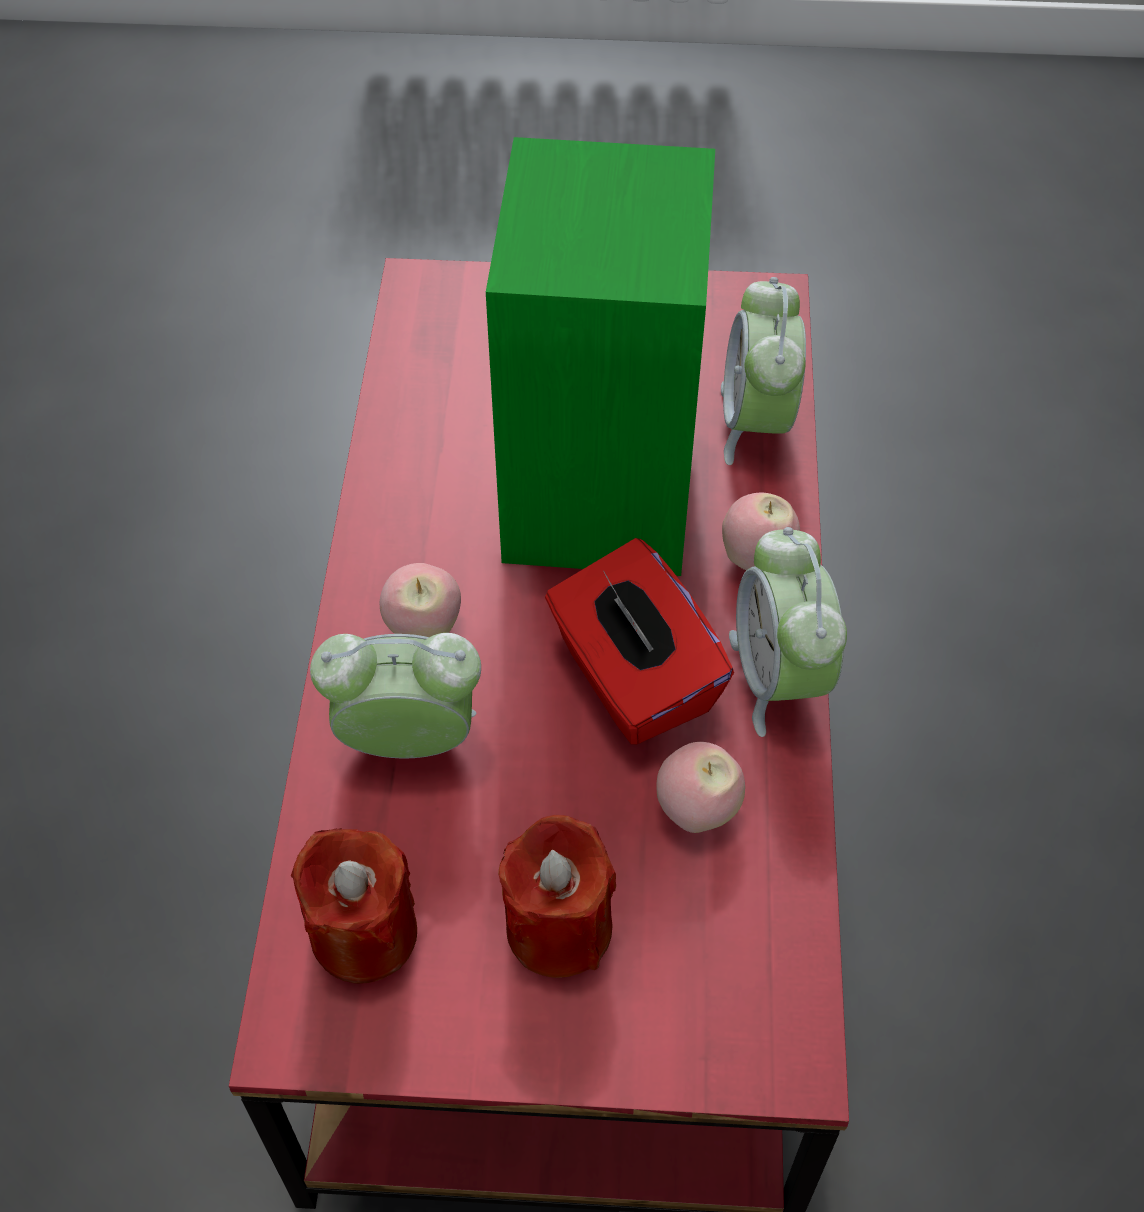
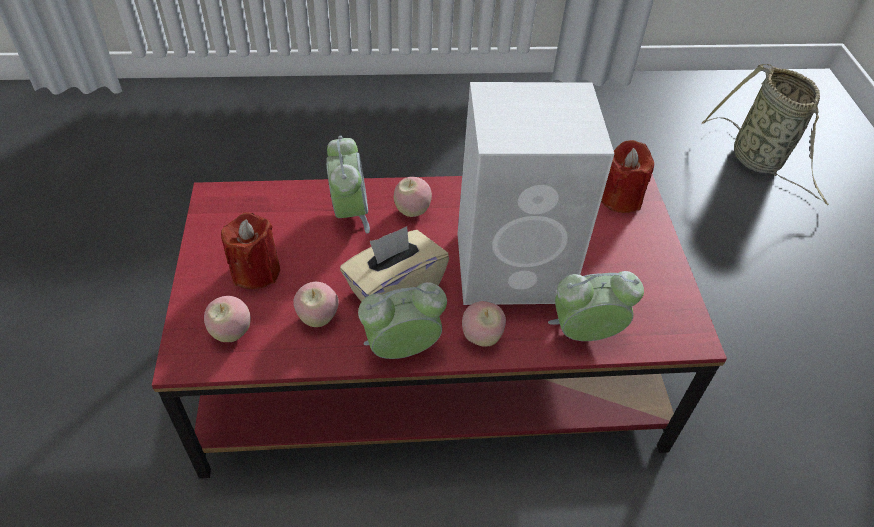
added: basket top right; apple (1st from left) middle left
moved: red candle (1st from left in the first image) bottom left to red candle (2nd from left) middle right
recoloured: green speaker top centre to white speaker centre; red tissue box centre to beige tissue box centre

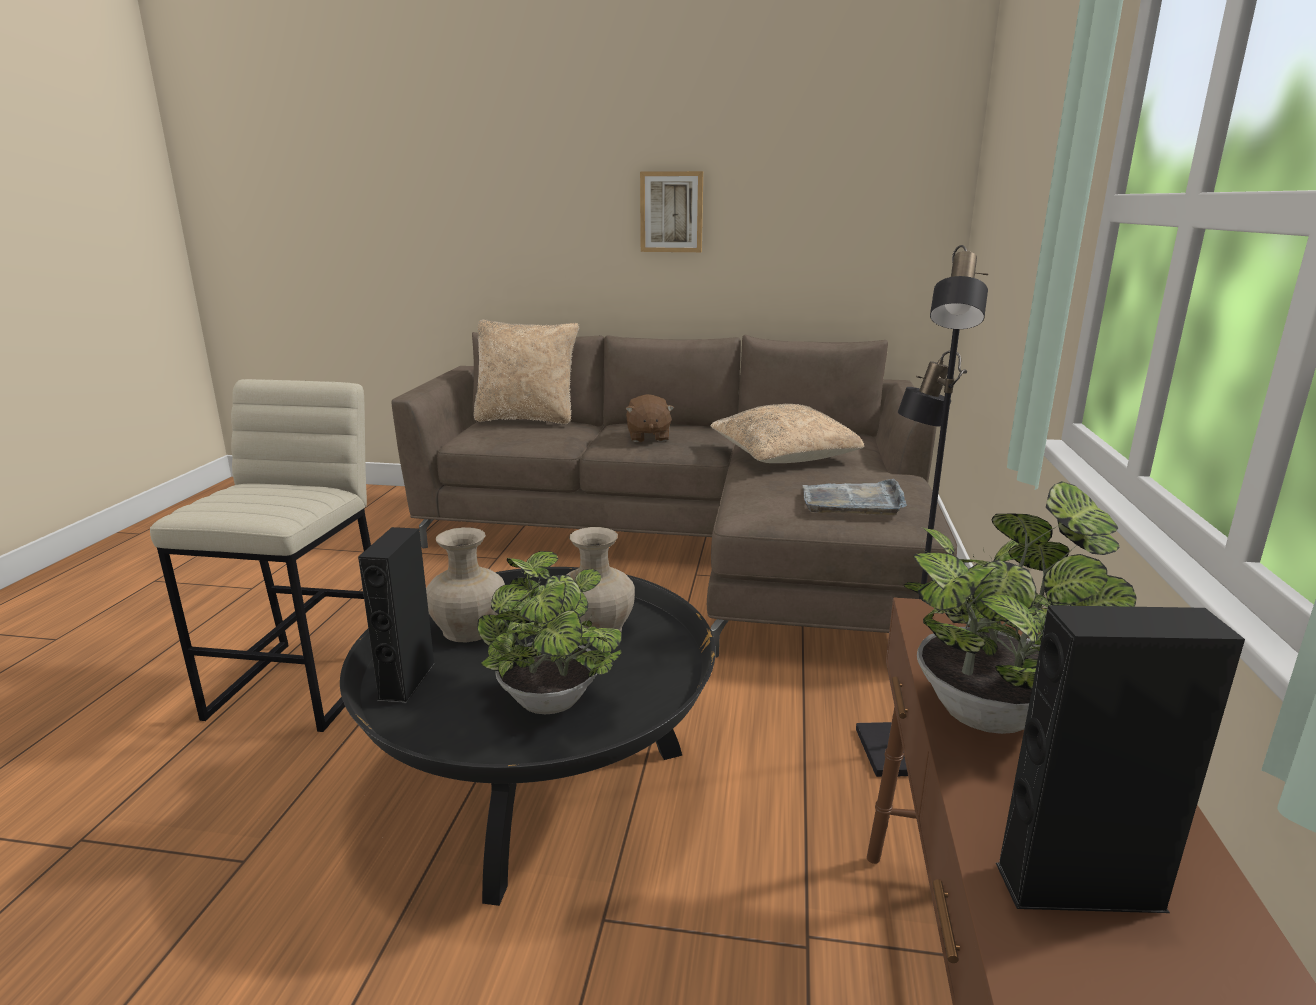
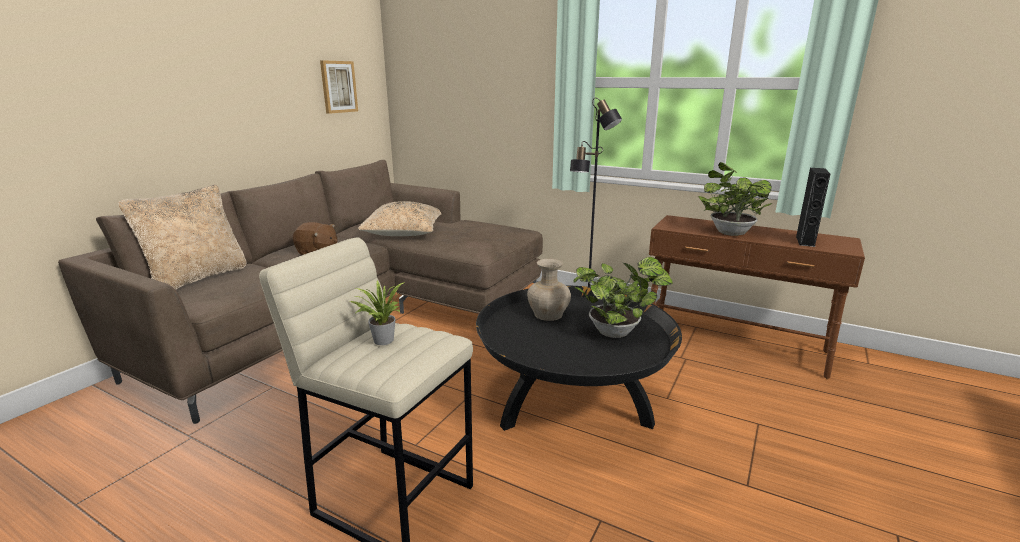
removed: grey tray centre; black speaker (1st from left) middle left; beige vase (1st from left) centre
added: potted plant (1st from left) centre
moved: picture top centre to top left

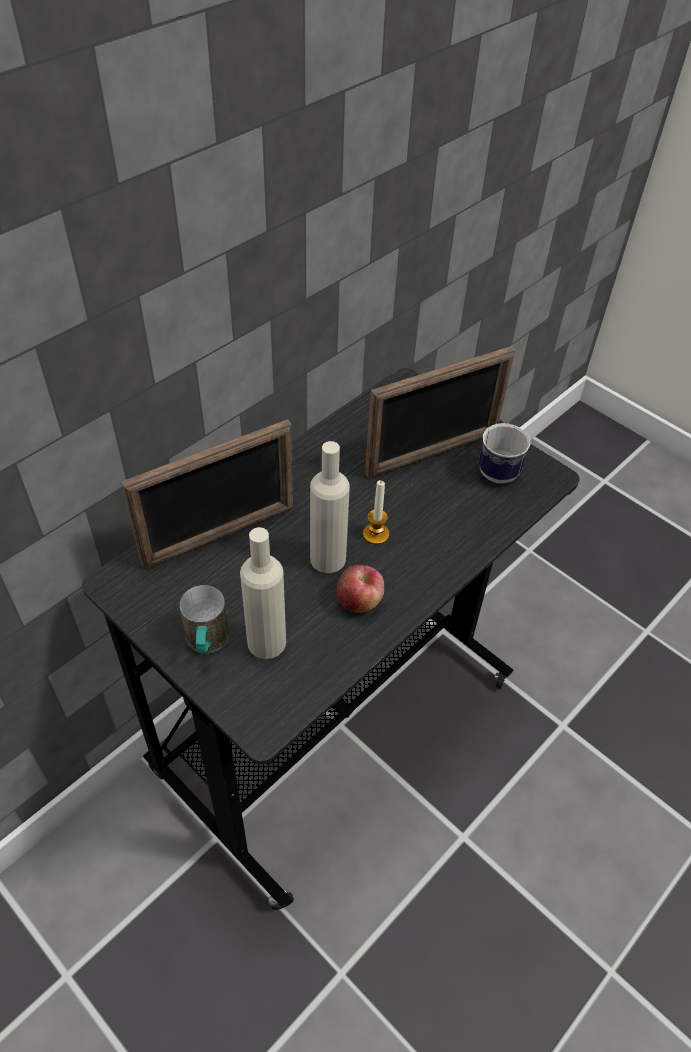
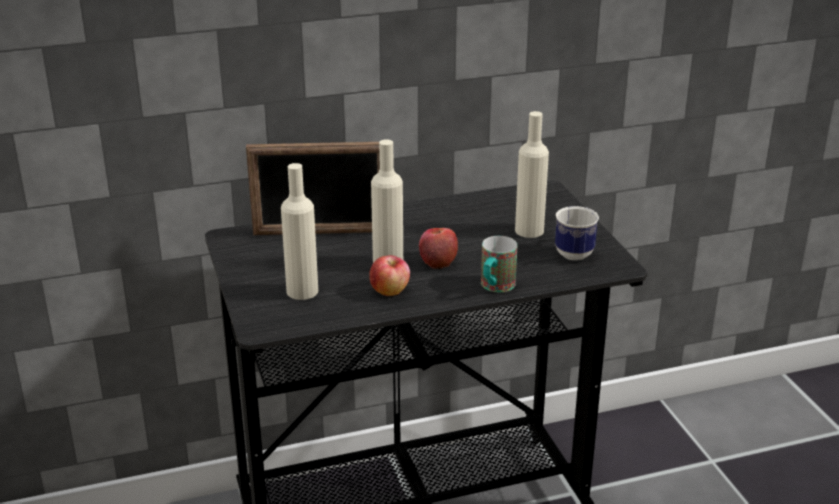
moved: mug (1st from left) middle left to centre
replaced: picture frame (2nd from left) centre to beige bottle (3rd from left) centre; candle centre to apple (2nd from left) centre

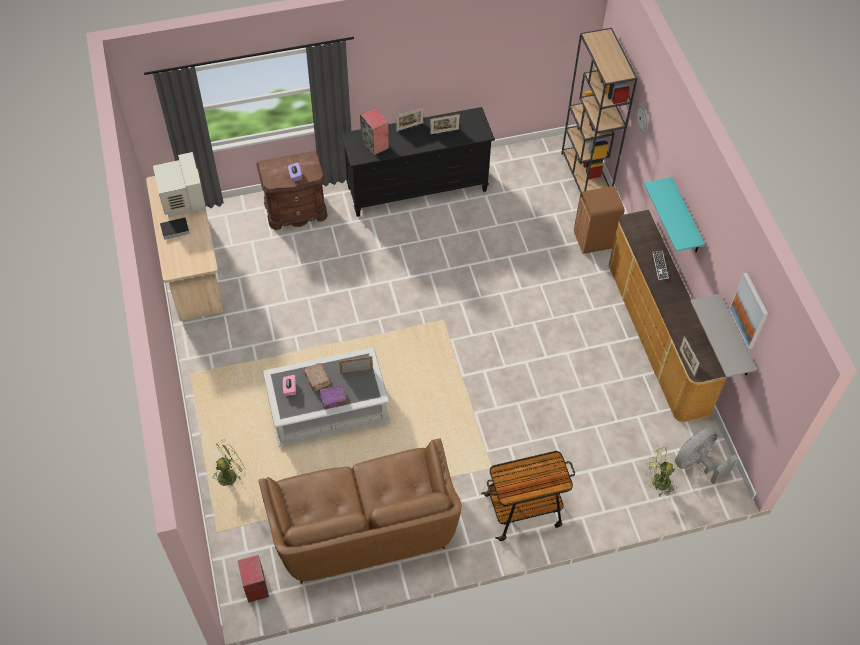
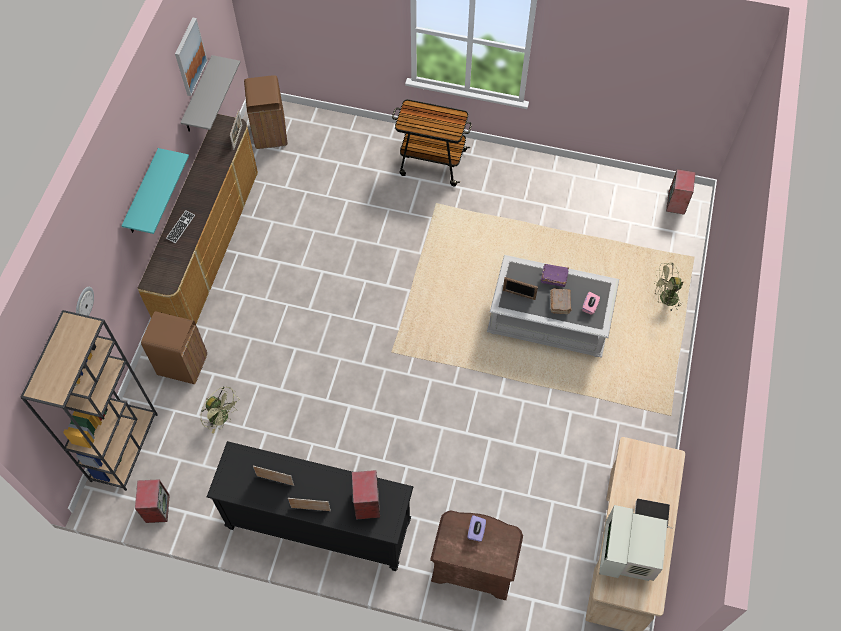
removed: brown sofa bottom centre
added: speaker (1st from left) bottom left
moved: green fan (2nd from left in the first image) bottom right to green fan (1st from left) middle left
replaced: grey fan bottom right to brown trash can (2nd from left) top left

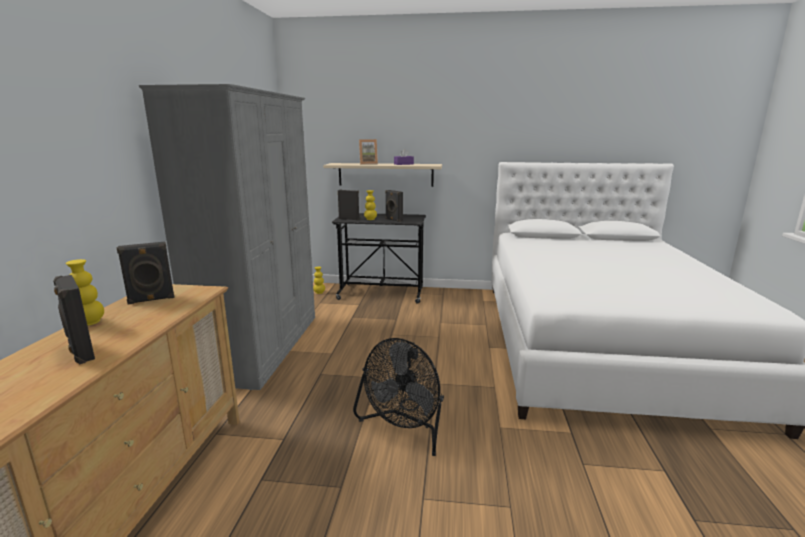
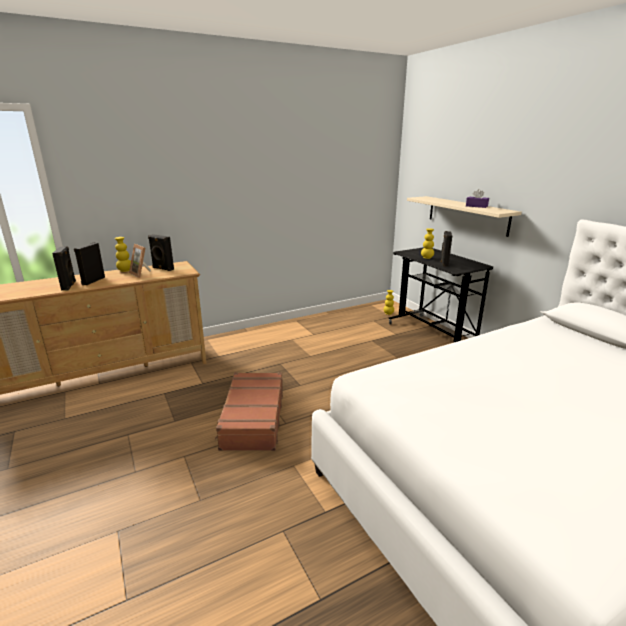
removed: grey wardrobe middle left
moved: picture frame top centre to middle left; black speaker (3rd from left in the first image) centre to black speaker (1st from left) middle left
replaced: black fan bottom centre to brown suitcase centre

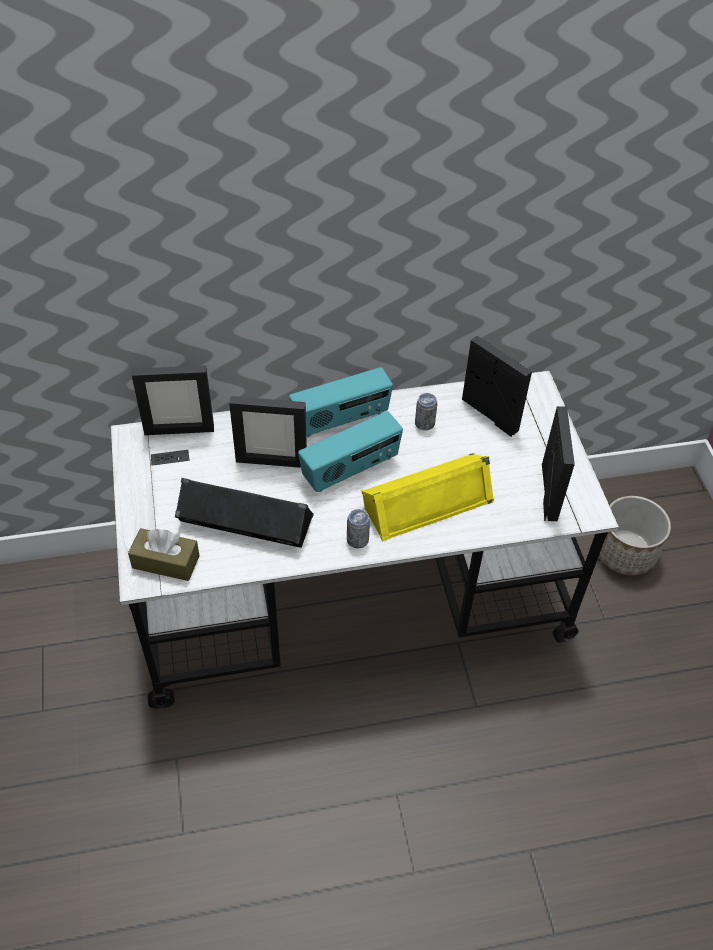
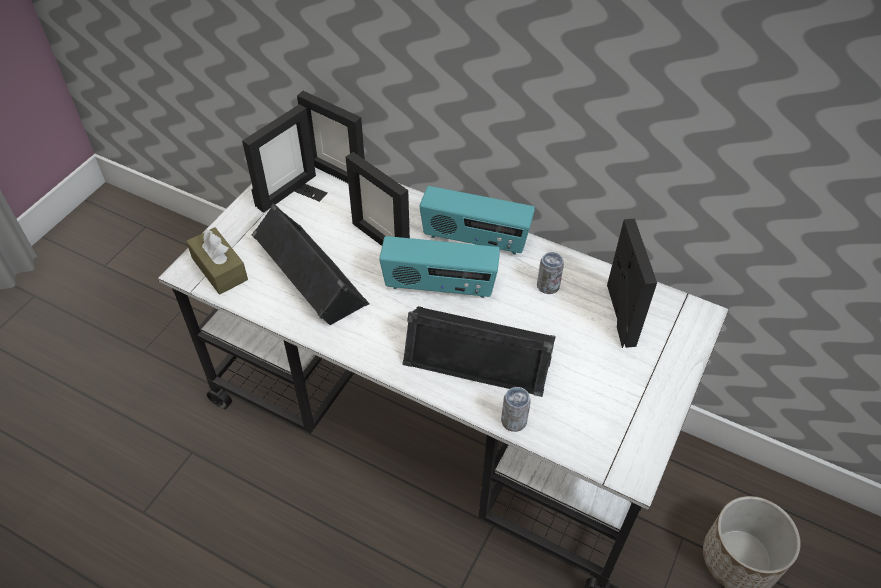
moved: picture frame (4th from left in the first image) middle right to picture frame (1st from left) top left; can (1st from left) centre to bottom centre
recoloured: yellow speaker centre to black speaker (2nd from left) centre

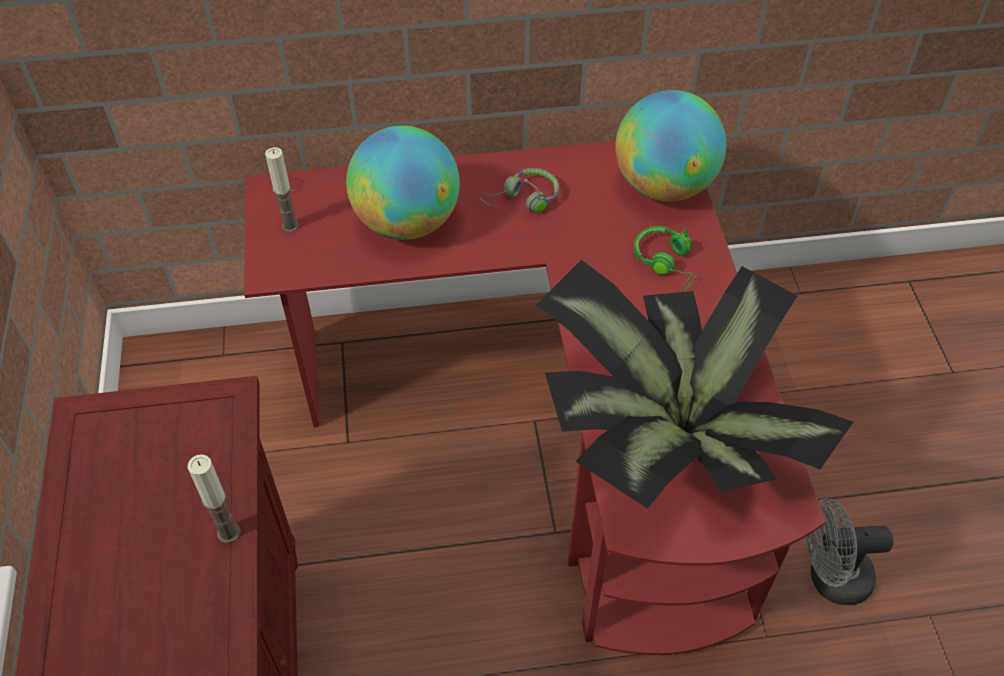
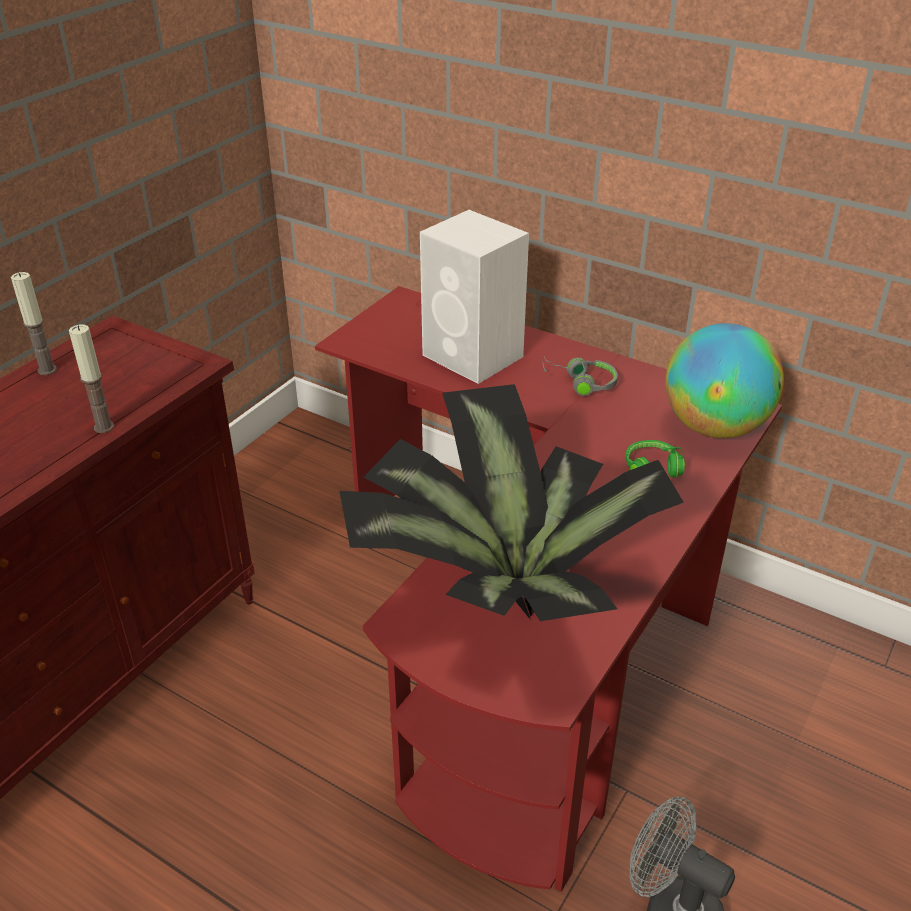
moved: candle (2nd from left in the first image) top left to candle (1st from left) middle left
replaced: globe (1st from left) top centre to white speaker top centre

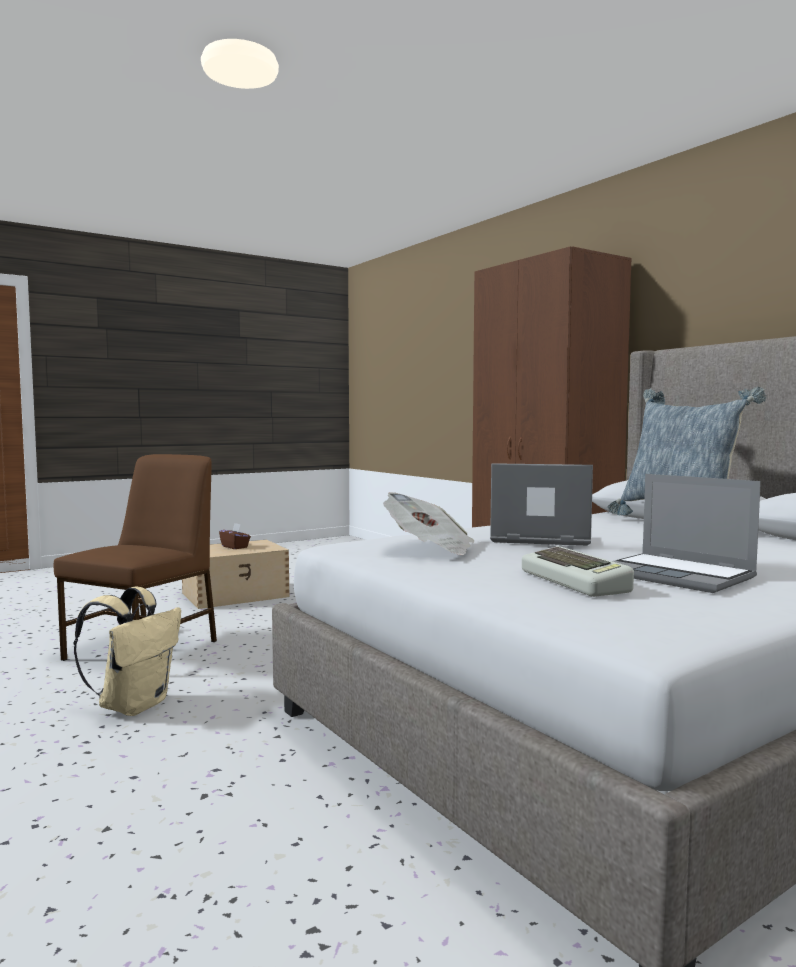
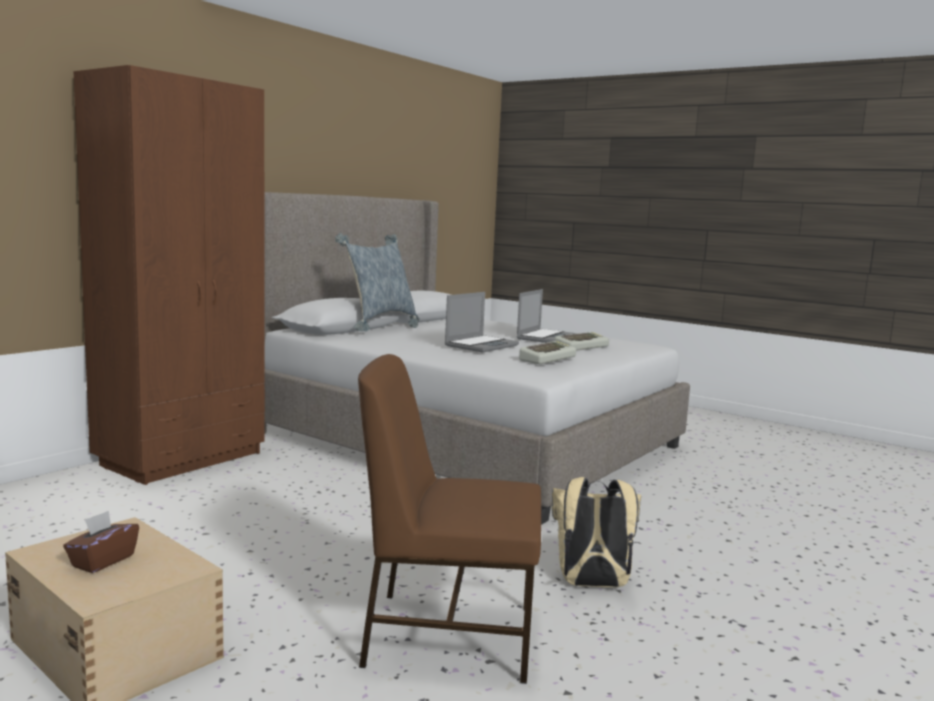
replaced: newspaper centre to keyboard (1st from left) centre
turned: laptop (1st from left) middle right = centre 135 degrees counterclockwise

